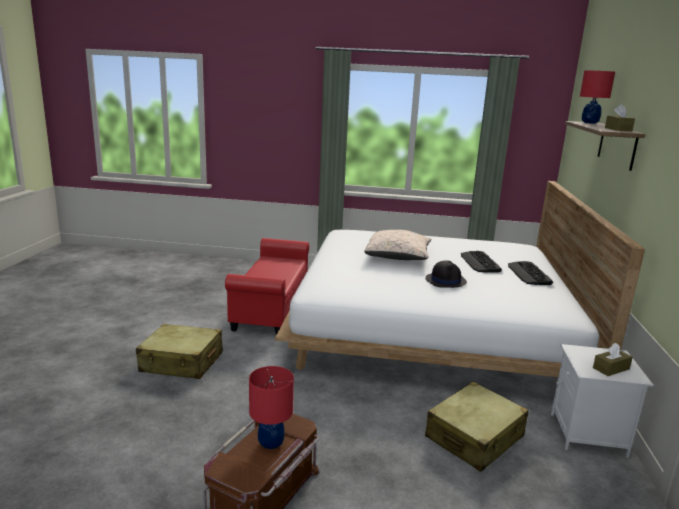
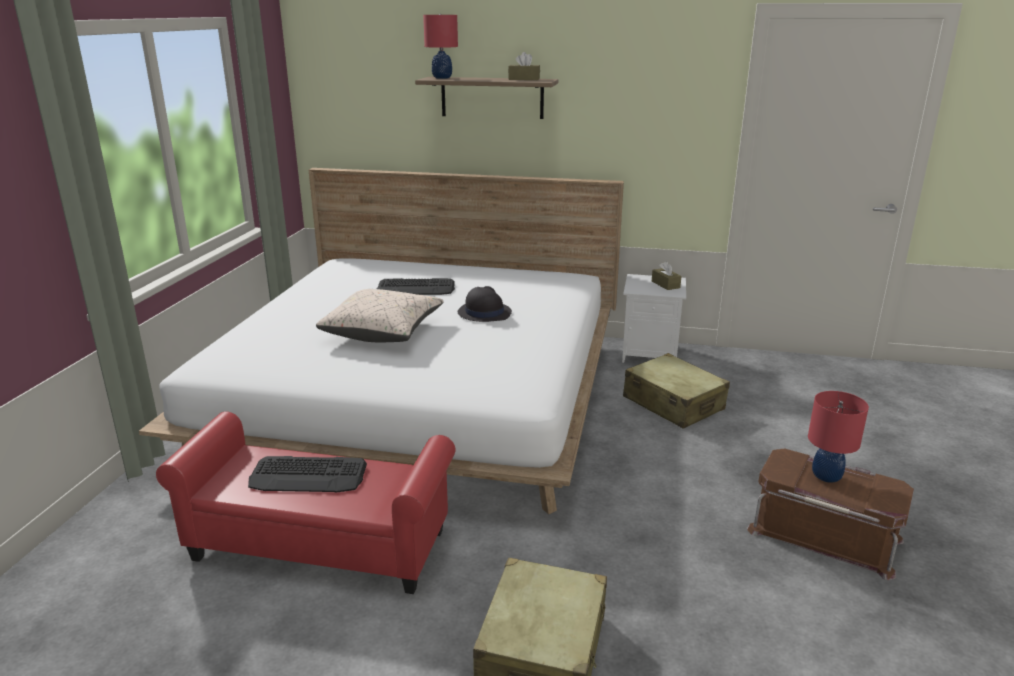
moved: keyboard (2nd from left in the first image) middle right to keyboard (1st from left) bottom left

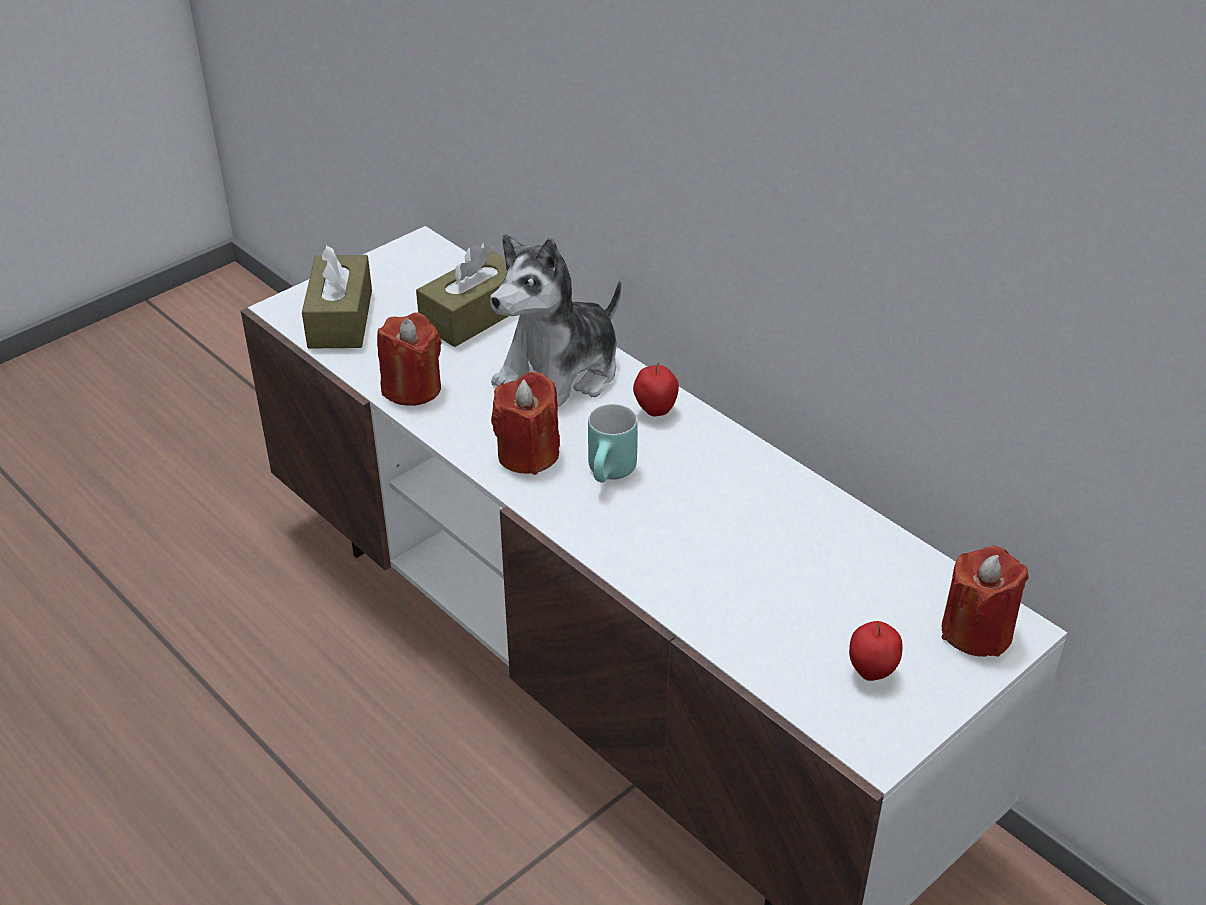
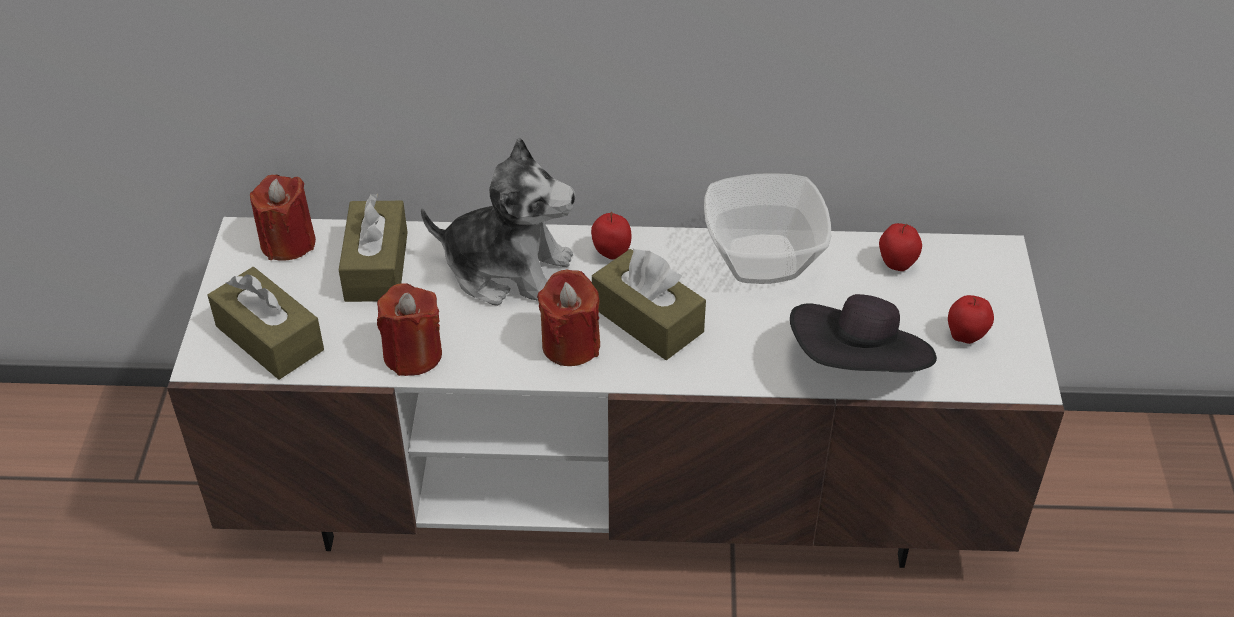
added: bowl centre; apple (2nd from left) middle right; black hat middle right
moved: red candle (3rd from left in the first image) middle right to red candle (1st from left) middle left
replaced: turquoise mug centre to brown tissue box (3rd from left) centre
turned: plush toy centre = centre 75 degrees counterclockwise

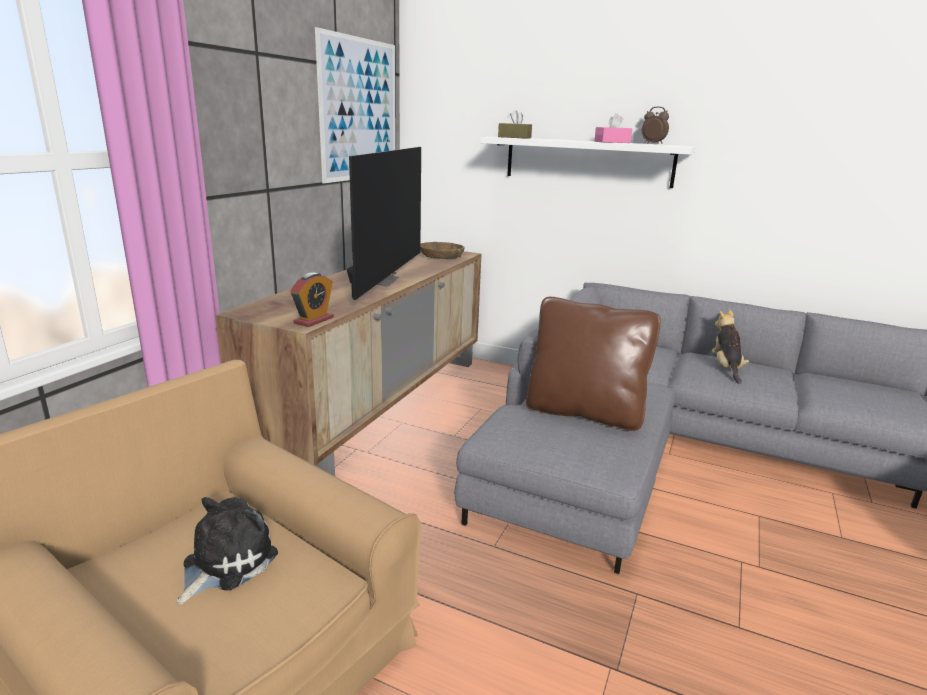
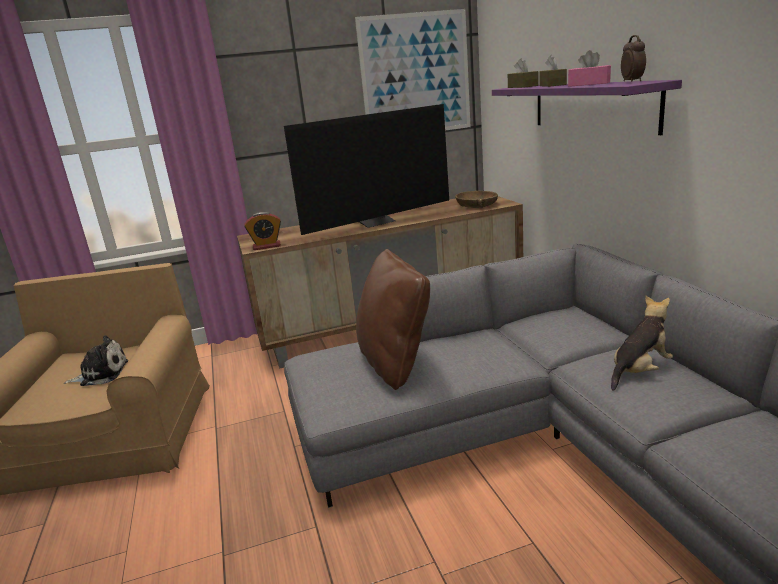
added: brown tissue box (2nd from left) top right
recoloured: white shelf top centre to purple shelf top right

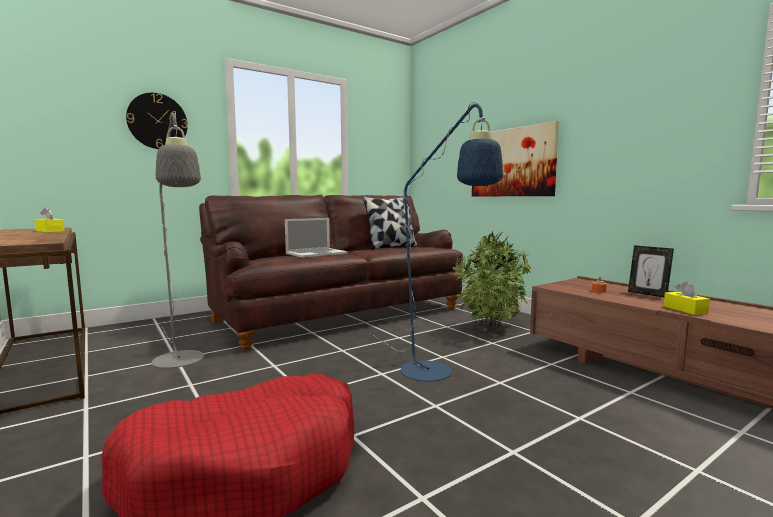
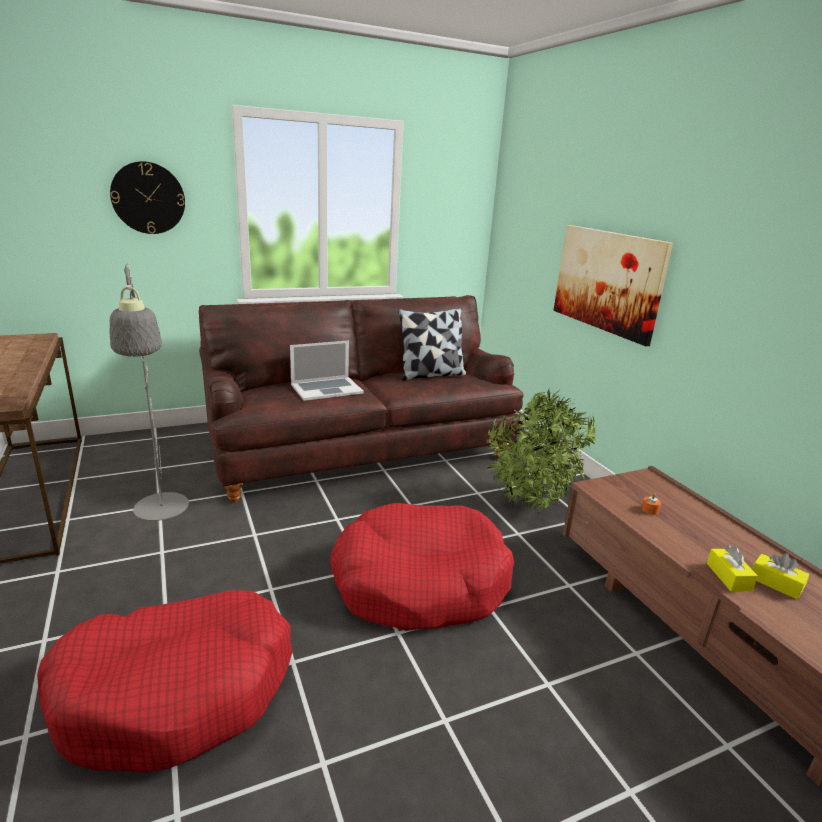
removed: picture frame middle right
moved: yellow tissue box (1st from left in the first image) middle left to yellow tissue box (2nd from left) bottom right
replaced: blue floor lamp centre to red dog bed (2nd from left) bottom centre

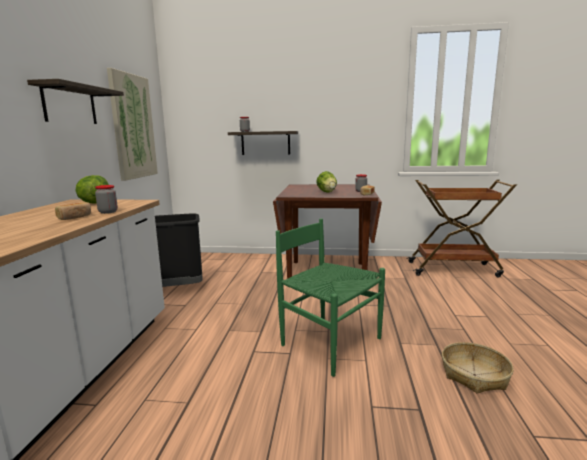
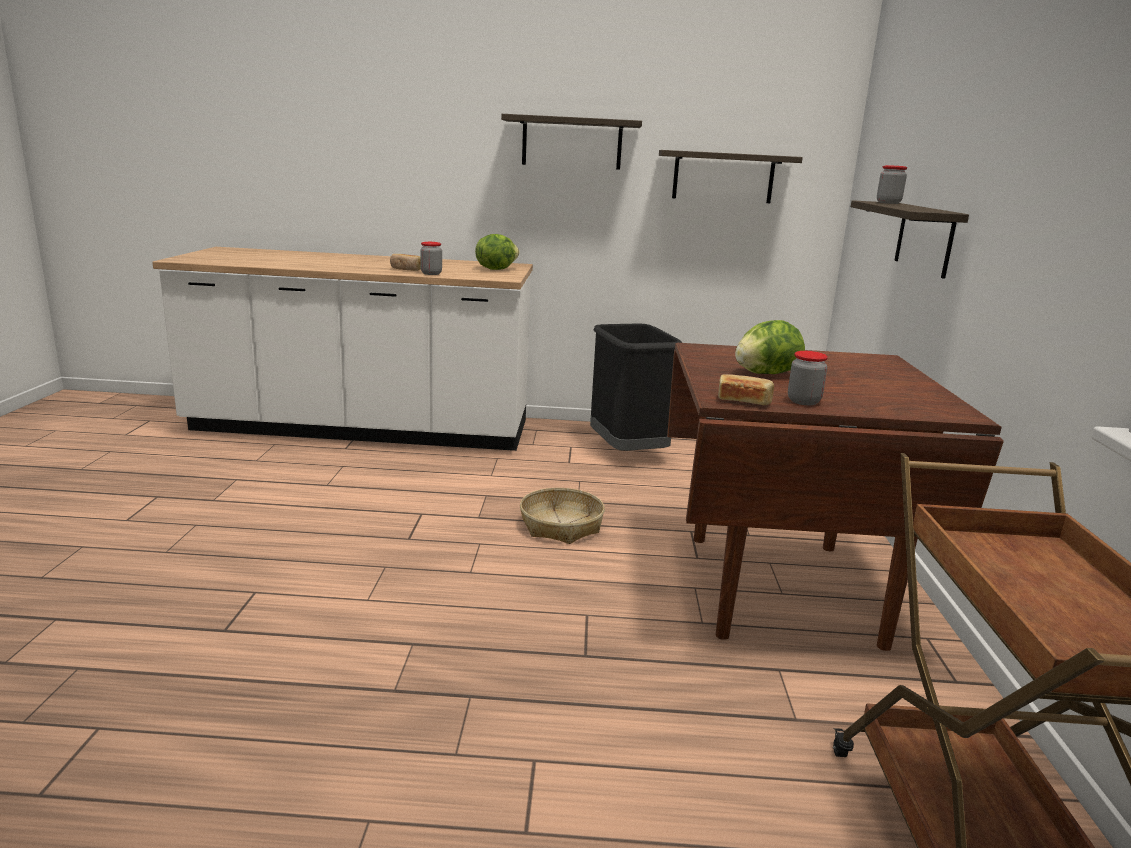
removed: green chair centre
moved: basket bottom right to centre
replaced: picture top left to shelf (2nd from left) top centre

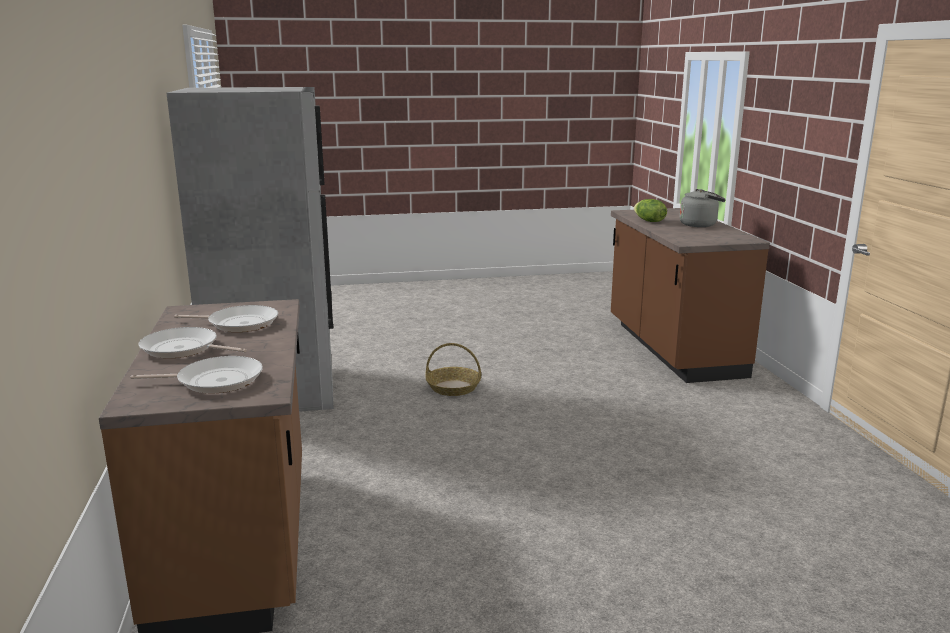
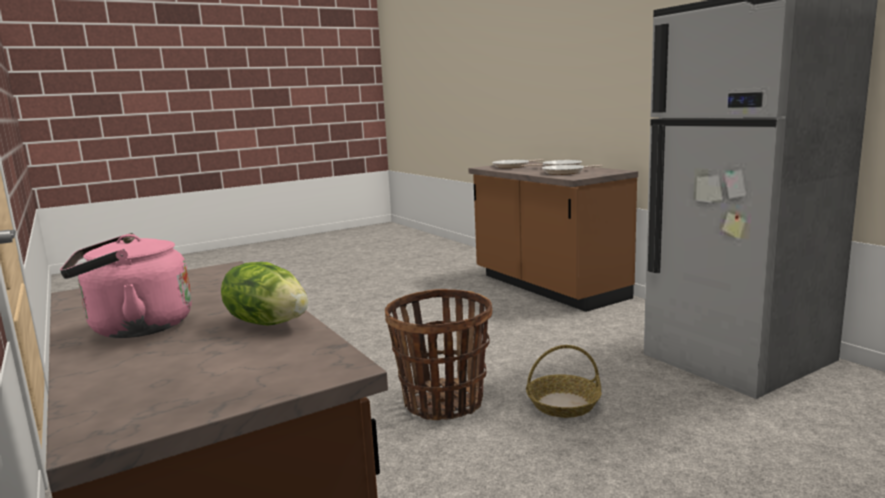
added: basket (1st from left) bottom centre
recoloured: grey kettle top right to pink kettle middle left

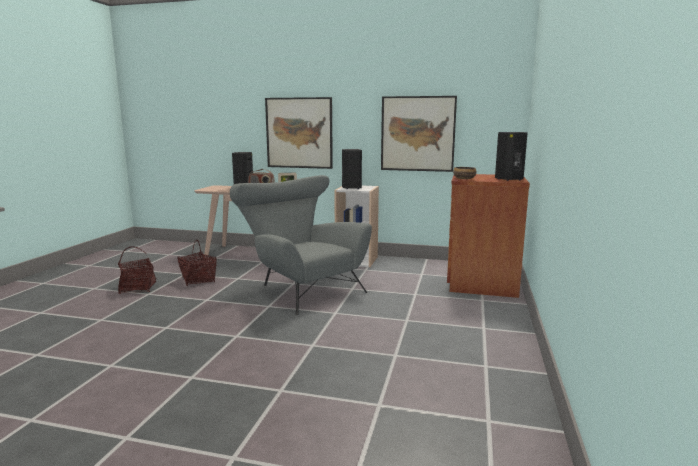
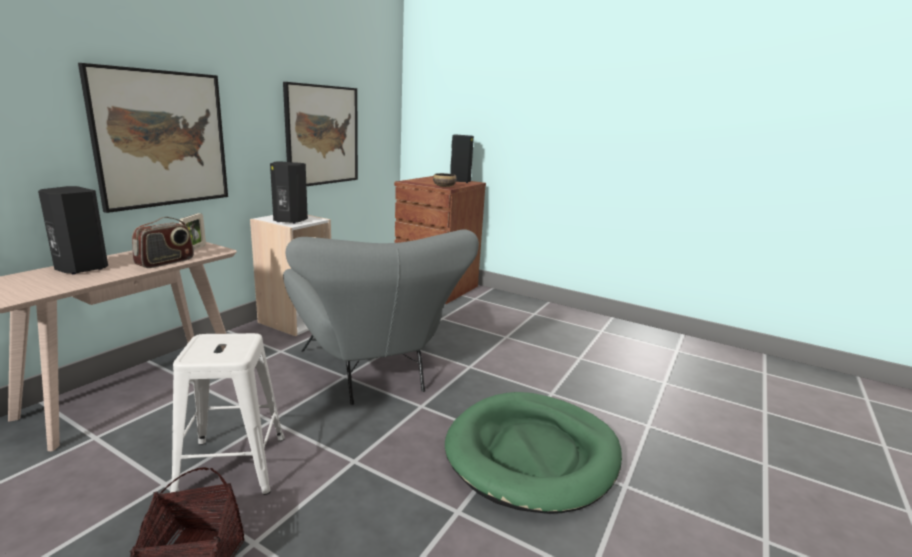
added: green dog bed bottom centre
replaced: basket (2nd from left) middle left to white stool bottom left
turned: grey armchair centre = centre 90 degrees counterclockwise

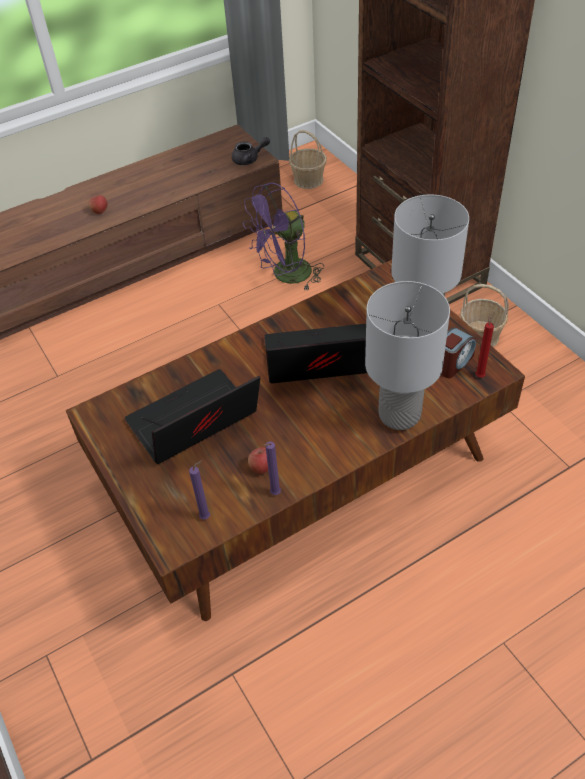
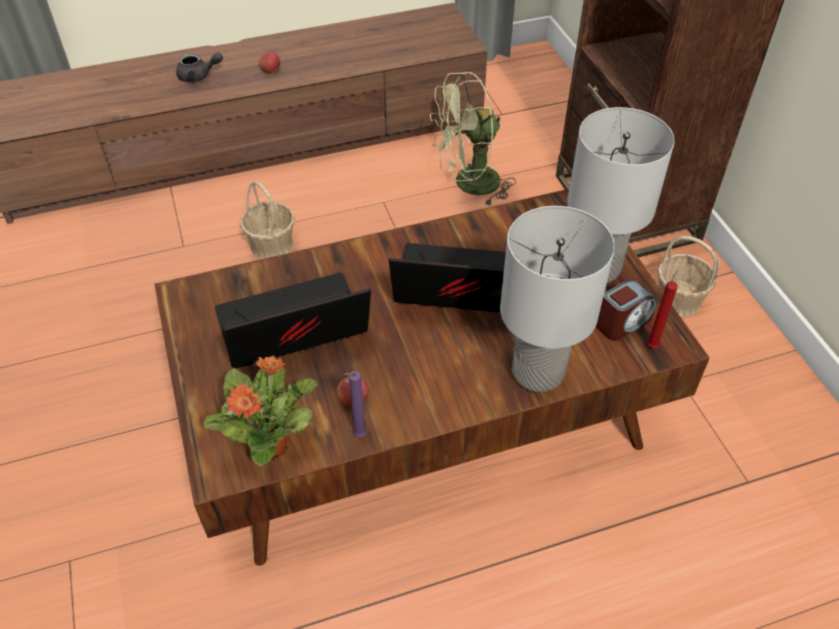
moved: basket (1st from left) top centre to middle left; grey teapot top centre to top left
replaced: purple candle (1st from left) centre to potted plant middle left
recoloured: purple fan top centre to green fan top centre

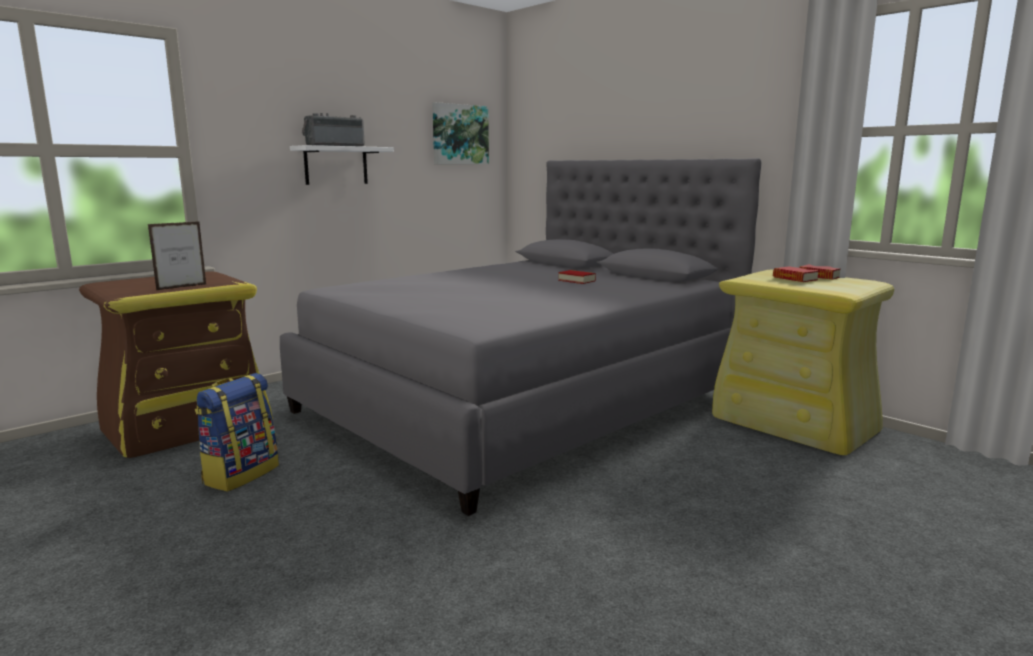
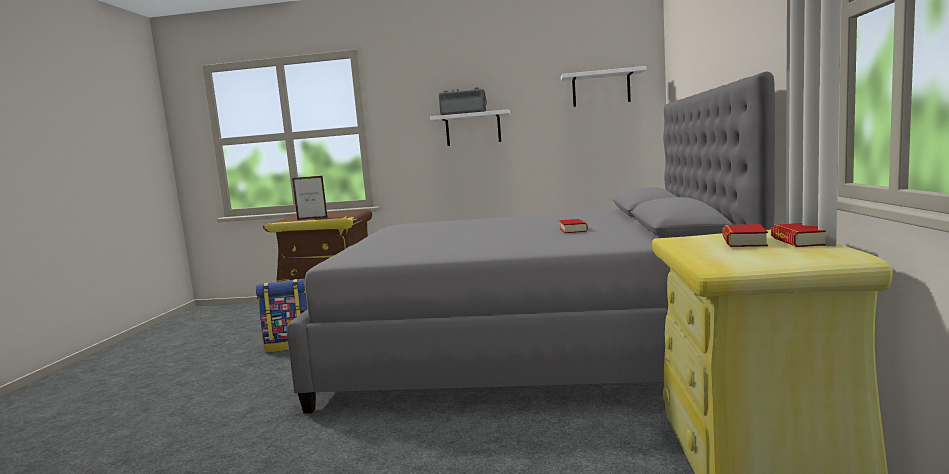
replaced: picture top centre to white shelf (2nd from left) top centre

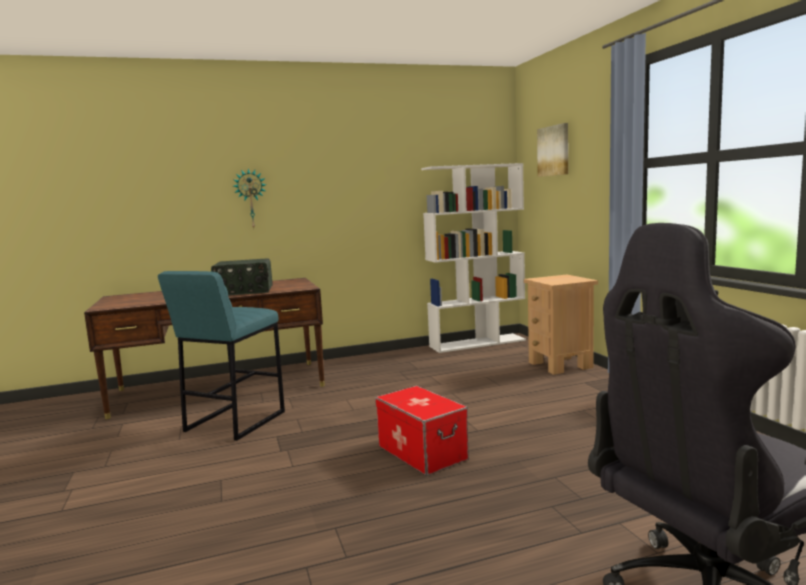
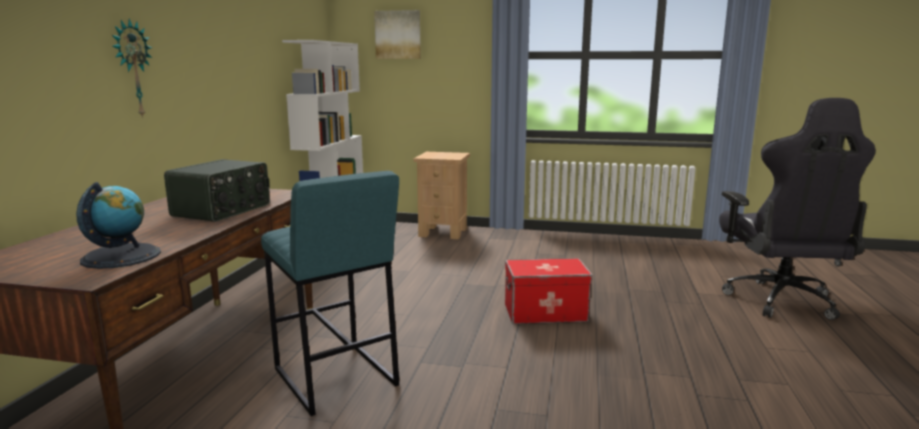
added: globe middle left

